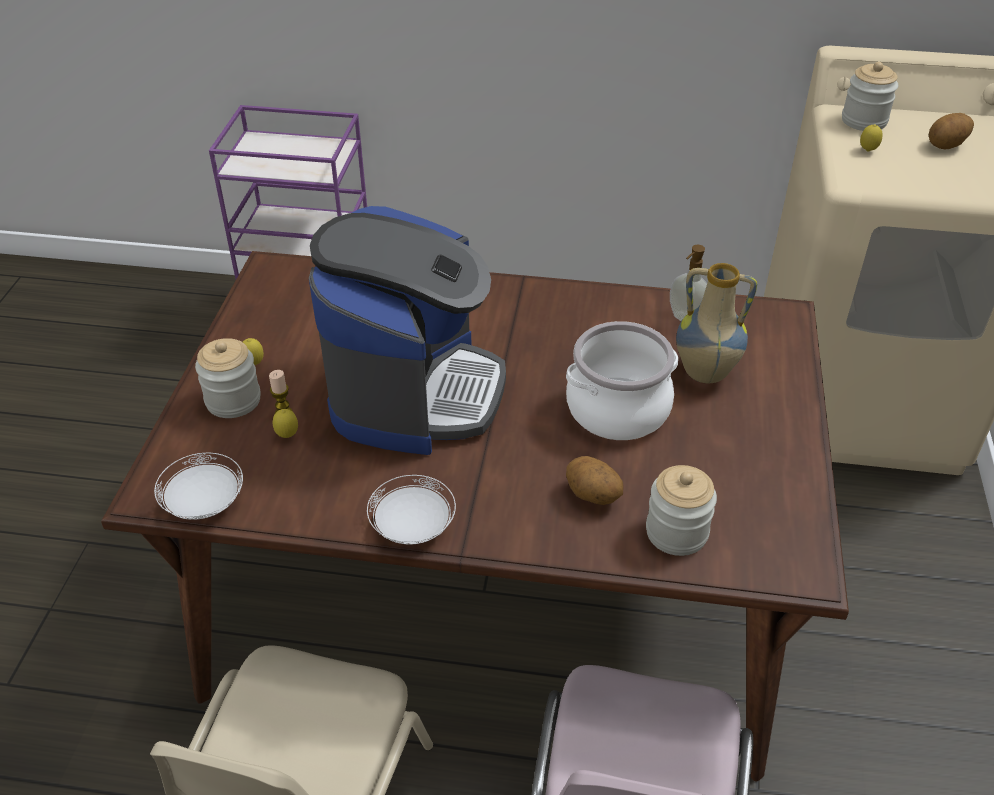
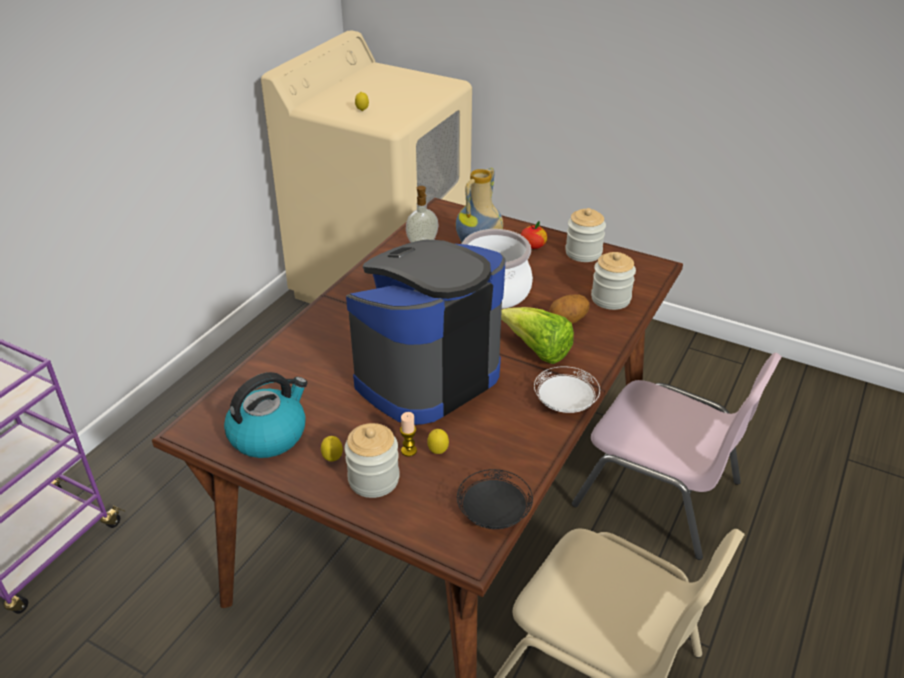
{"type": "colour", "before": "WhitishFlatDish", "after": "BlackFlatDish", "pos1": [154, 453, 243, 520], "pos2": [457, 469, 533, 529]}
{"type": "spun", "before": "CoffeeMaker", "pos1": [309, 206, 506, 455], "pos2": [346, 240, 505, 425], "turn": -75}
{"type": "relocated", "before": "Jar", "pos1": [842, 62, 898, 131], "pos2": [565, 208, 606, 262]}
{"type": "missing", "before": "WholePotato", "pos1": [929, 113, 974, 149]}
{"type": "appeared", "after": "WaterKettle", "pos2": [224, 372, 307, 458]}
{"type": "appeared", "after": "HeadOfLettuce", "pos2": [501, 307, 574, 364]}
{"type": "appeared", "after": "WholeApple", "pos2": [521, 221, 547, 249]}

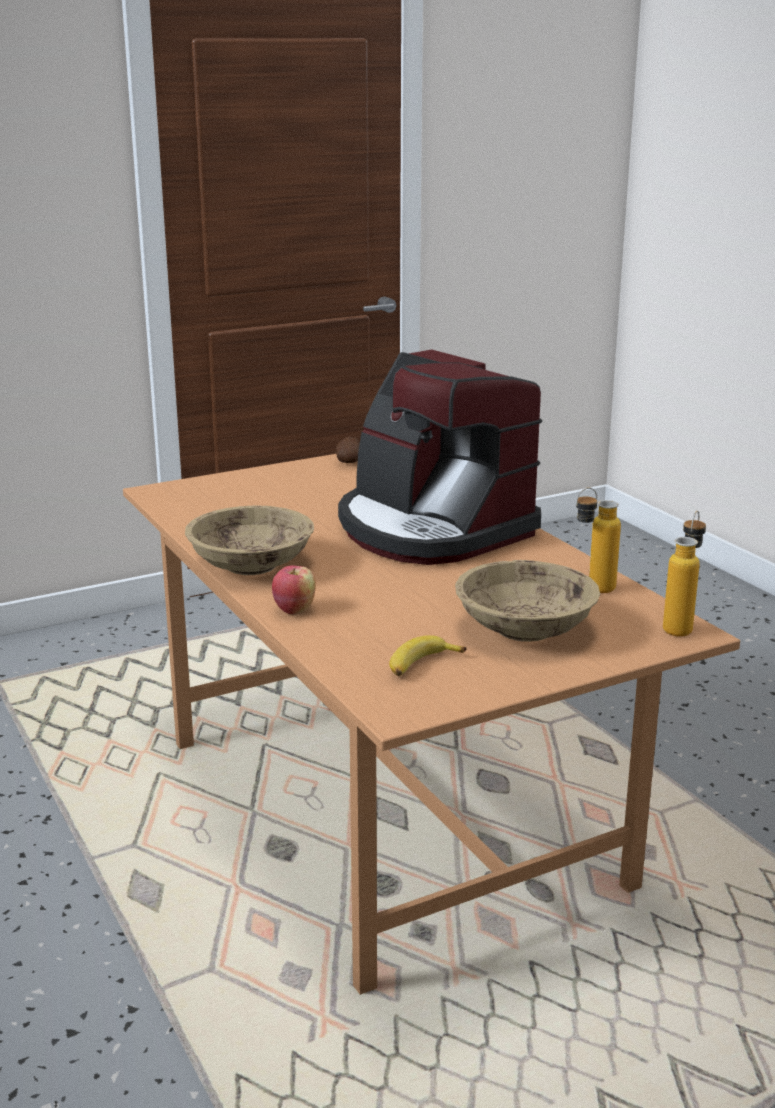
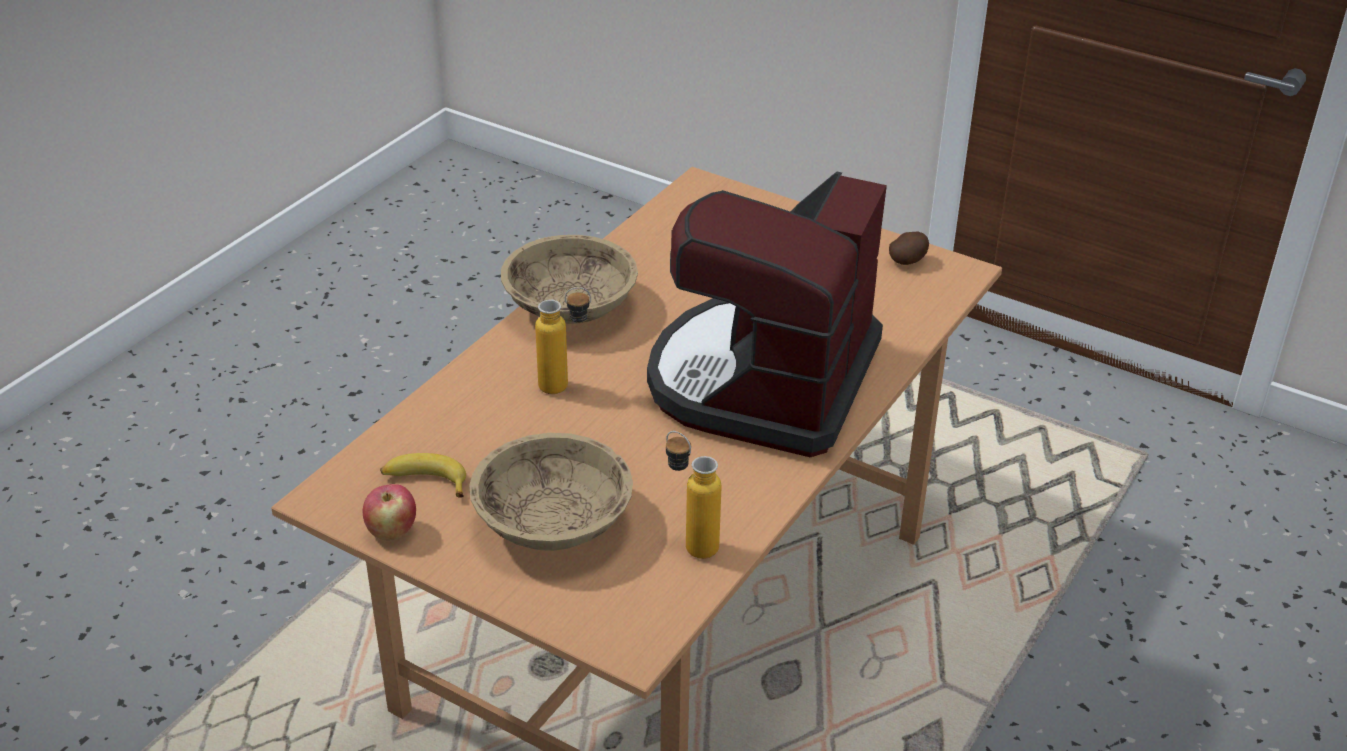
{"type": "relocated", "before": "WholeApple", "pos1": [272, 565, 316, 615], "pos2": [363, 484, 416, 540]}
{"type": "relocated", "before": "DrinkBottle", "pos1": [663, 511, 706, 637], "pos2": [535, 287, 591, 394]}

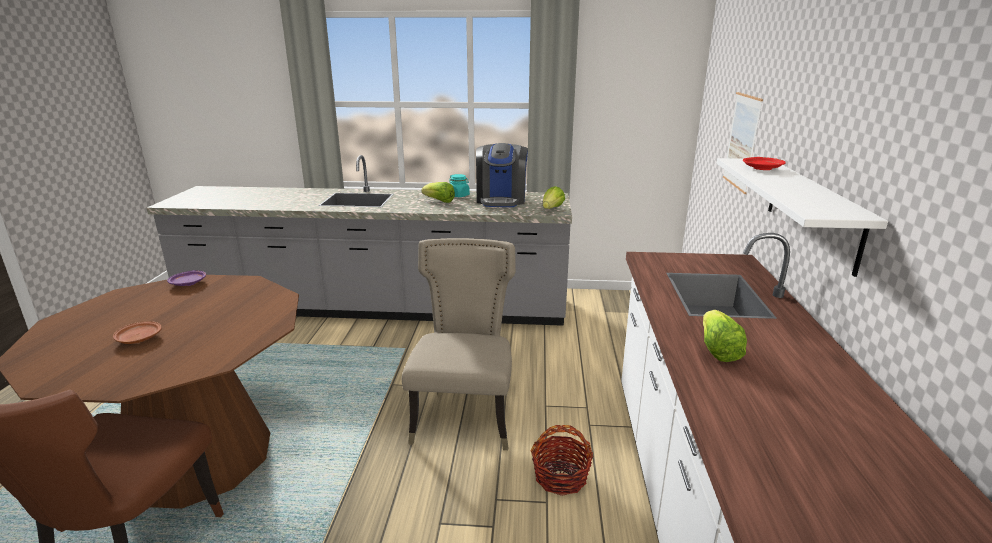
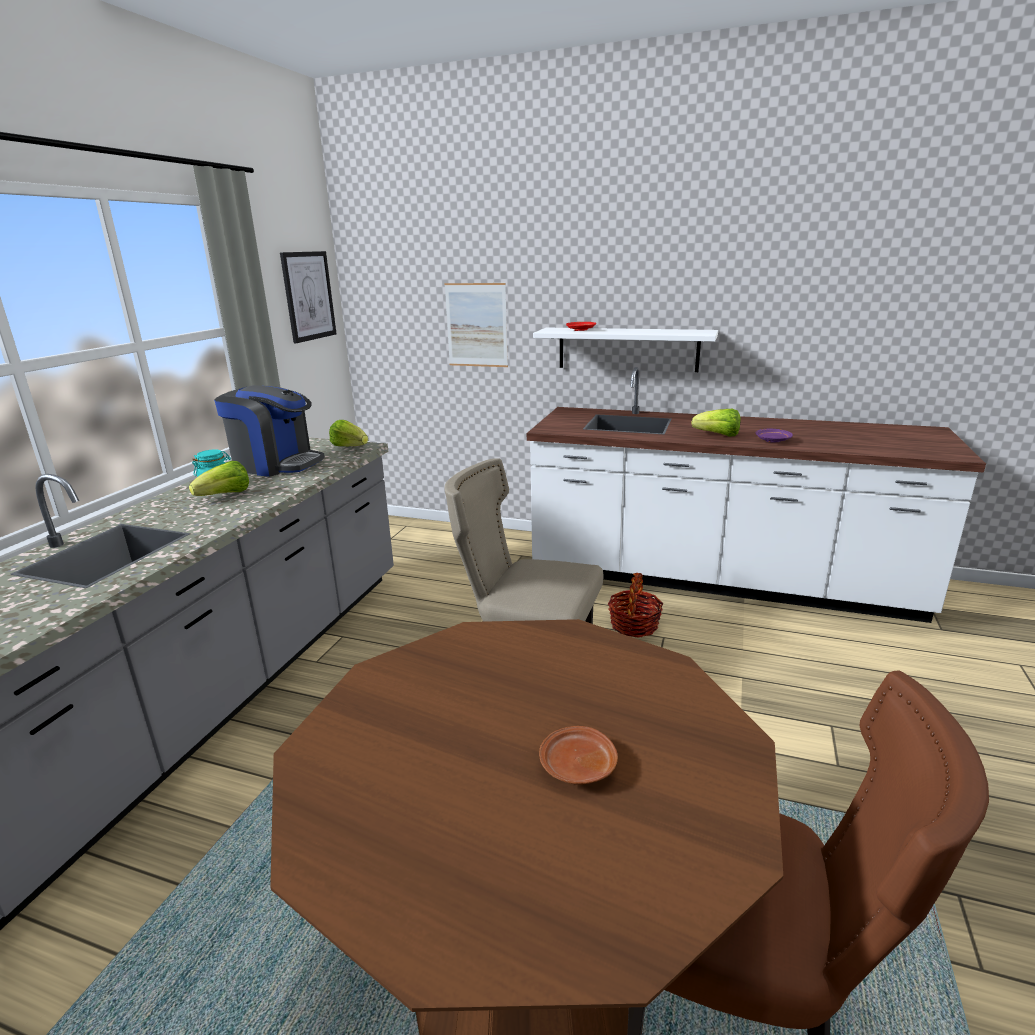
{"type": "relocated", "before": "PurpleFlatDish", "pos1": [167, 270, 206, 286], "pos2": [756, 429, 793, 442]}
{"type": "appeared", "after": "Picture", "pos2": [280, 251, 337, 343]}

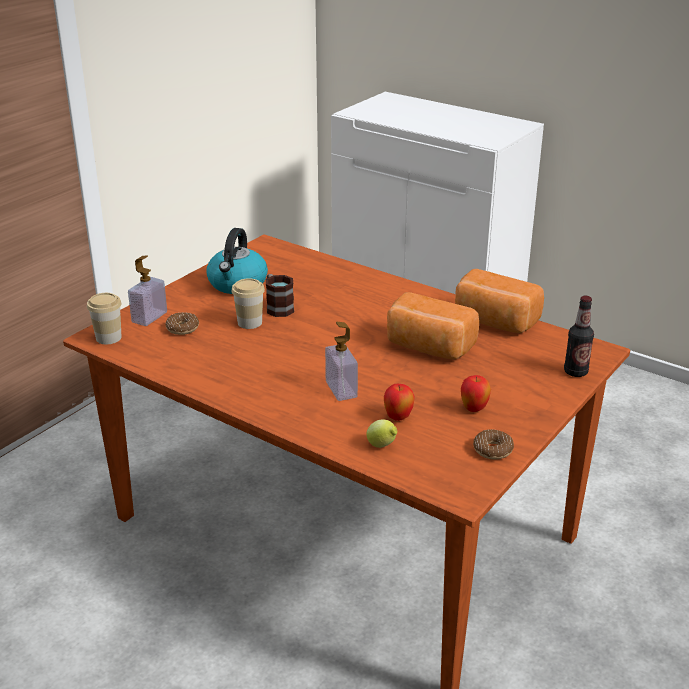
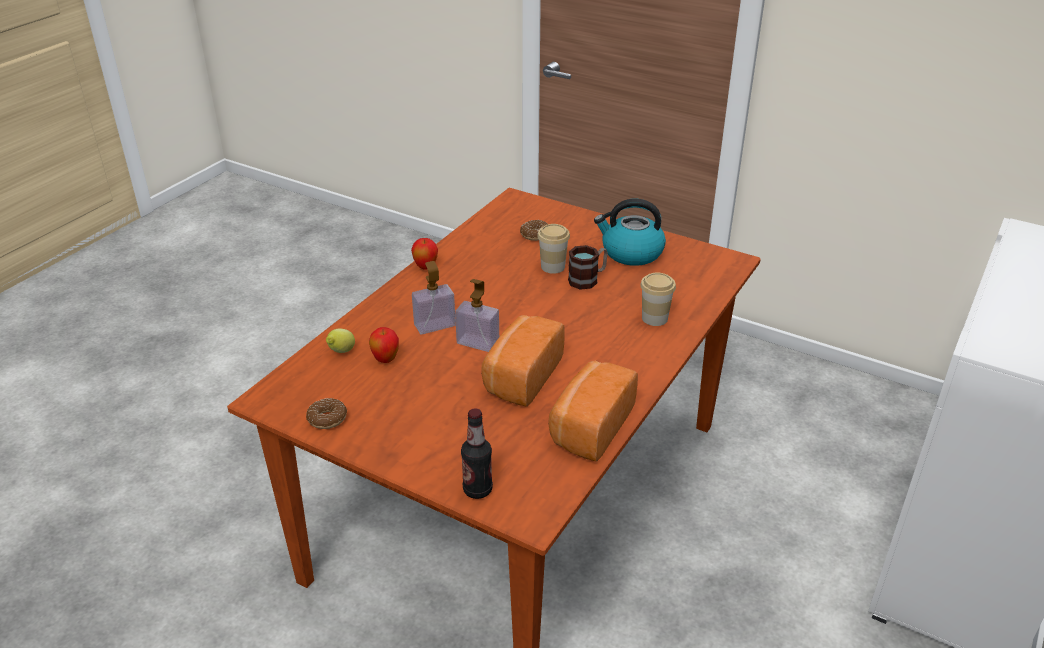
{"type": "relocated", "before": "DrinkingCup", "pos1": [87, 293, 122, 344], "pos2": [640, 273, 676, 326]}
{"type": "relocated", "before": "SoapDispenser", "pos1": [128, 255, 167, 326], "pos2": [455, 279, 499, 352]}
{"type": "relocated", "before": "WholeApple", "pos1": [461, 375, 491, 412], "pos2": [411, 238, 438, 270]}

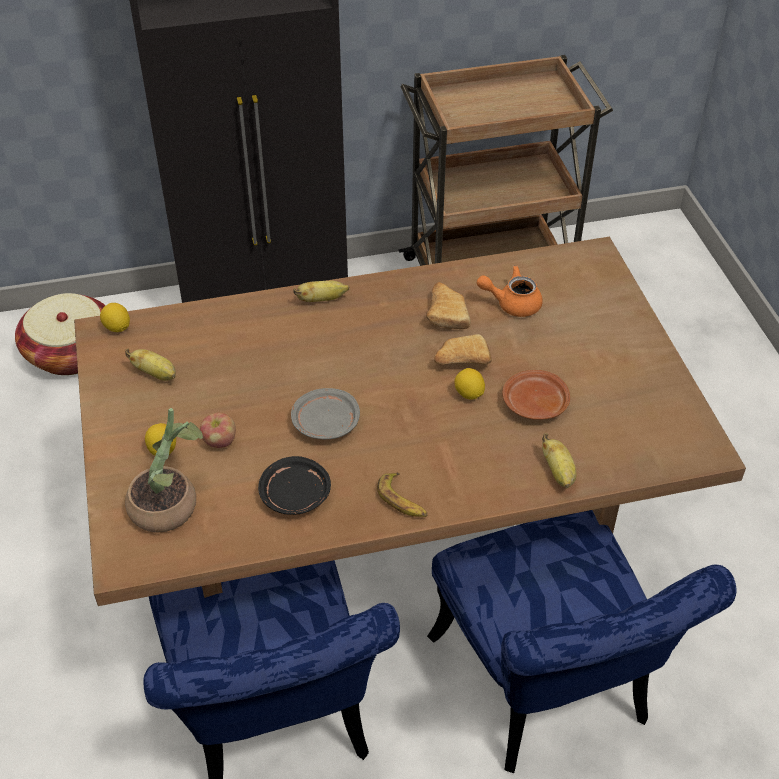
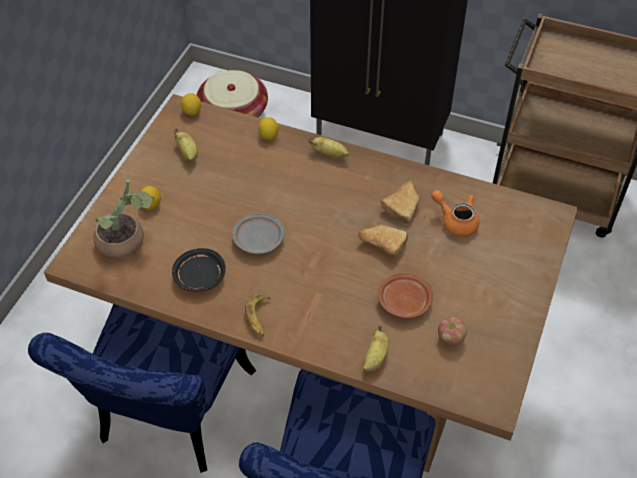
{"type": "relocated", "before": "WholeApple", "pos1": [200, 413, 236, 448], "pos2": [438, 317, 467, 346]}
{"type": "relocated", "before": "WholeLemon", "pos1": [454, 368, 485, 400], "pos2": [258, 117, 279, 140]}

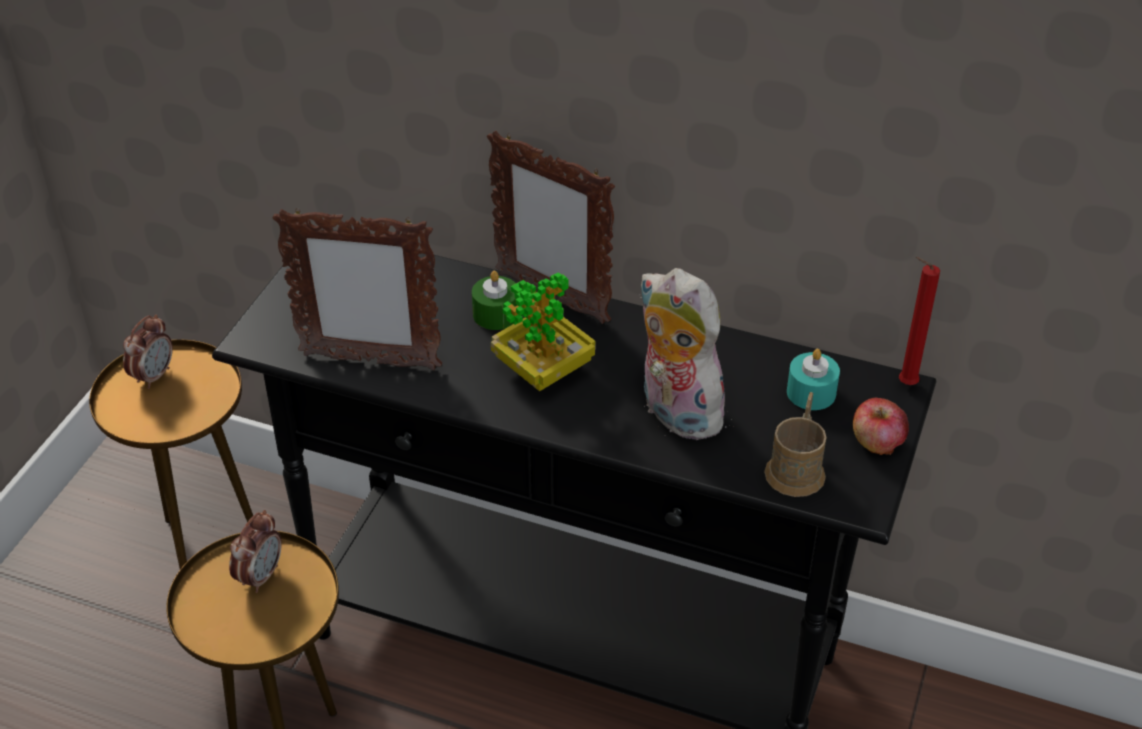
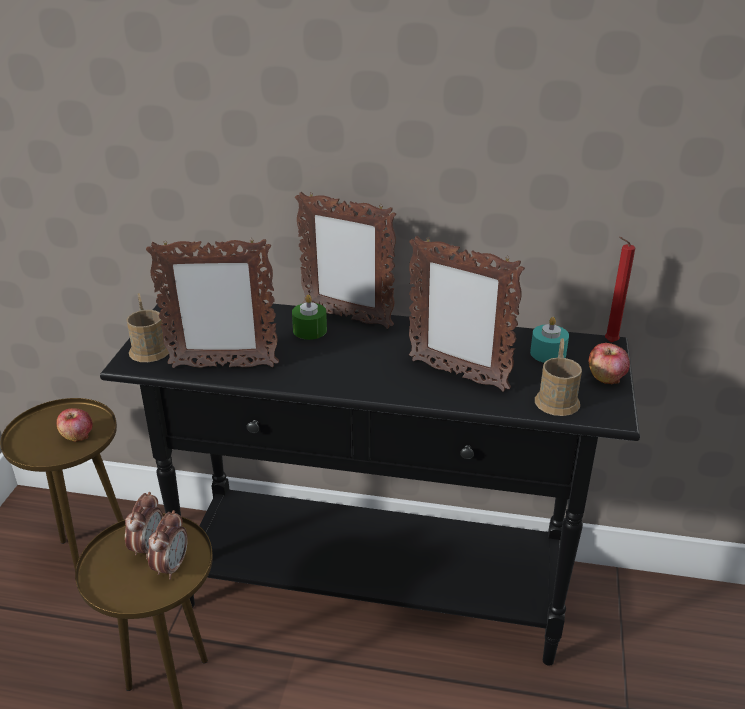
{"type": "relocated", "before": "TableClock", "pos1": [123, 315, 173, 389], "pos2": [148, 510, 187, 580]}
{"type": "missing", "before": "PottedPlant", "pos1": [491, 272, 596, 391]}
{"type": "exchanged", "before": "CuddlyToy", "after": "PictureFrame", "pos1": [639, 268, 734, 440], "pos2": [409, 236, 525, 392]}
{"type": "appeared", "after": "WholeApple", "pos2": [56, 408, 93, 442]}
{"type": "appeared", "after": "BrownColouredMug", "pos2": [127, 293, 169, 362]}

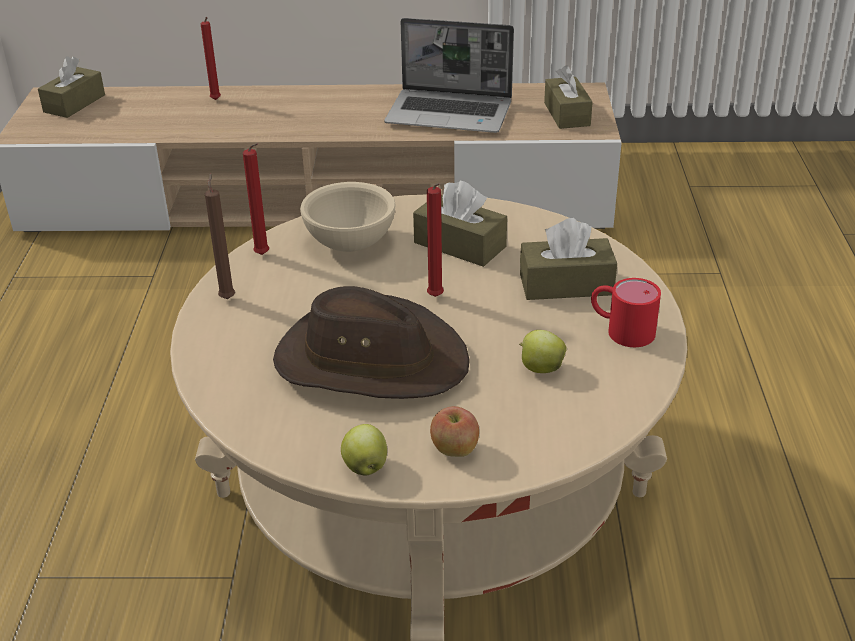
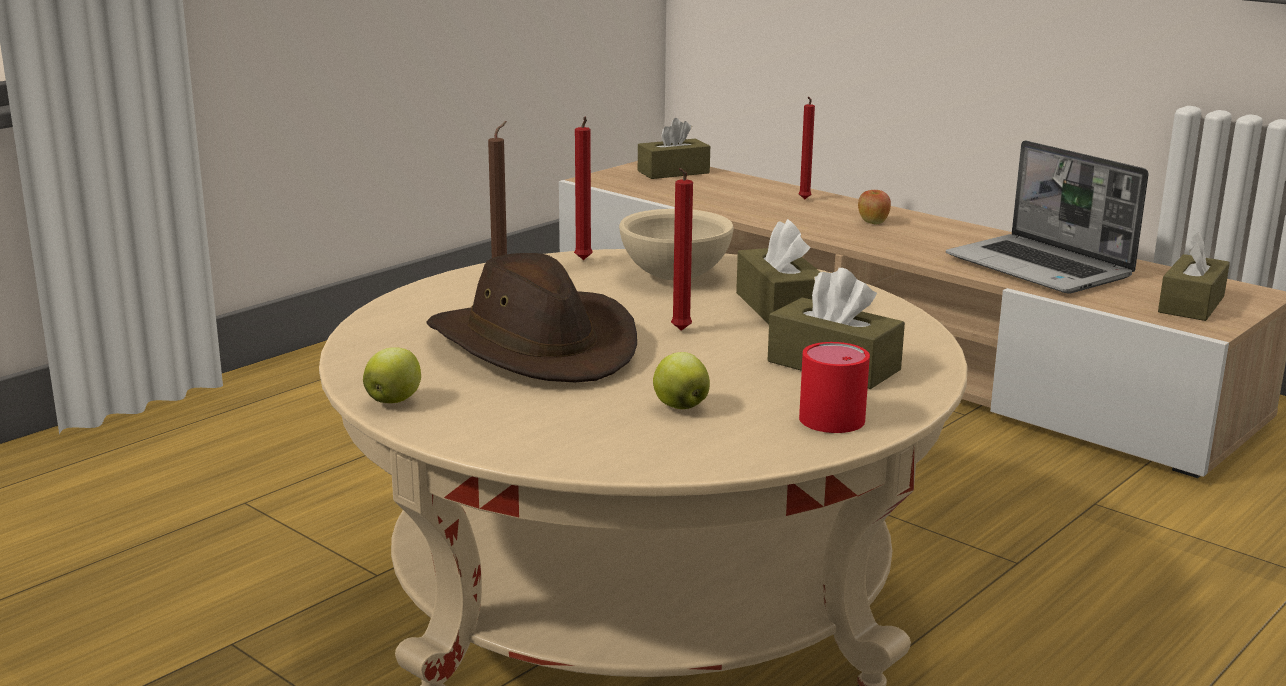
{"type": "relocated", "before": "WholeApple", "pos1": [430, 406, 479, 457], "pos2": [858, 190, 891, 224]}

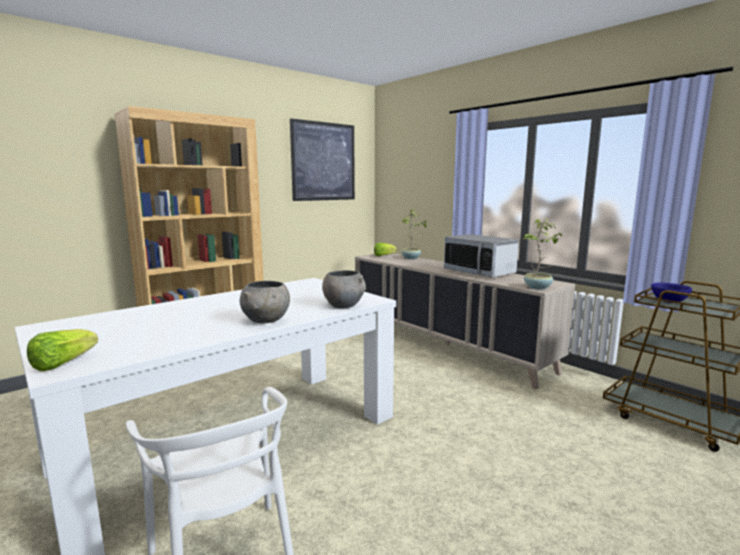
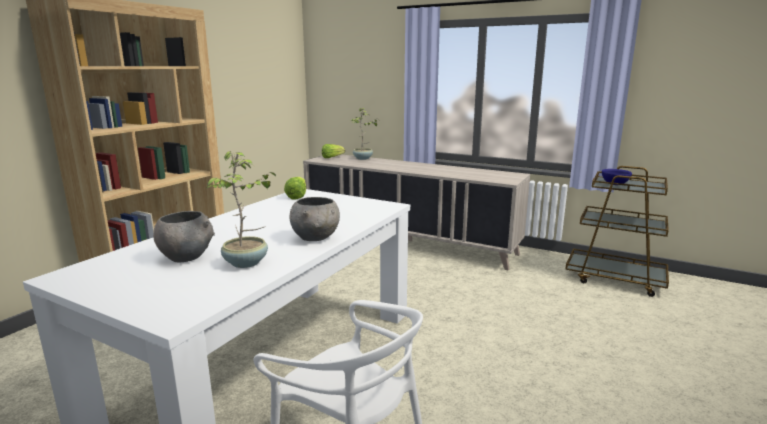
{"type": "relocated", "before": "HeadOfLettuce", "pos1": [27, 329, 98, 371], "pos2": [284, 177, 306, 200]}
{"type": "missing", "before": "Picture", "pos1": [290, 118, 355, 201]}
{"type": "relocated", "before": "GreyishDeepDish", "pos1": [322, 270, 367, 308], "pos2": [153, 211, 215, 263]}
{"type": "missing", "before": "Microwave", "pos1": [444, 234, 519, 278]}
{"type": "relocated", "before": "PottedPlant", "pos1": [523, 219, 562, 289], "pos2": [207, 151, 276, 268]}

